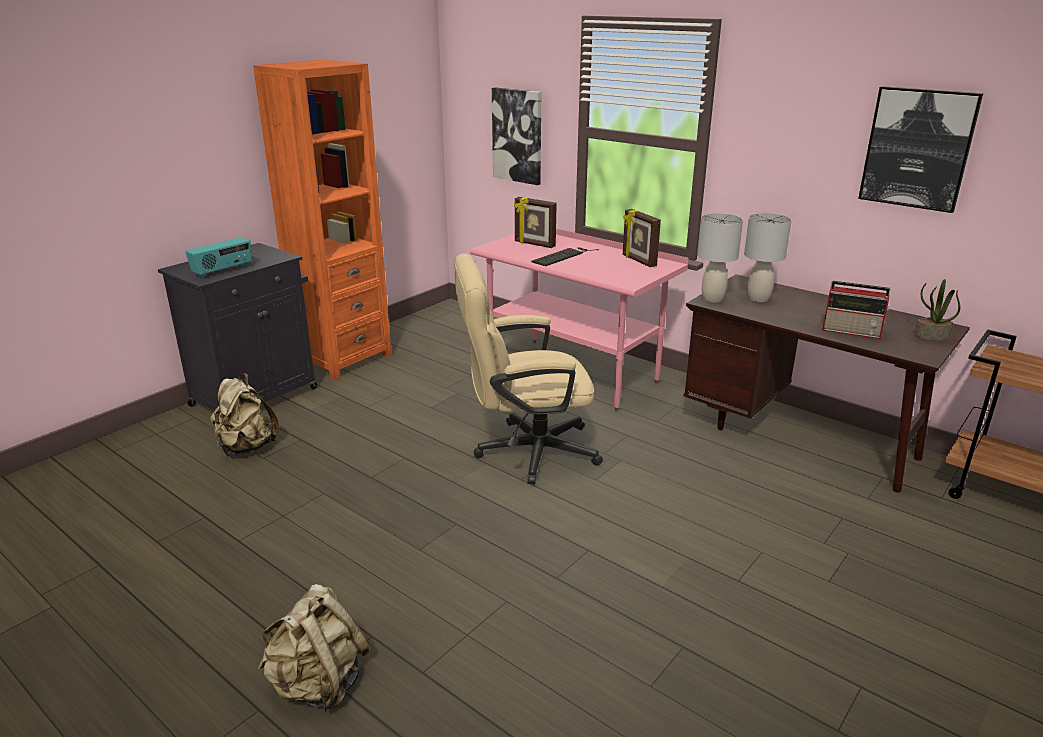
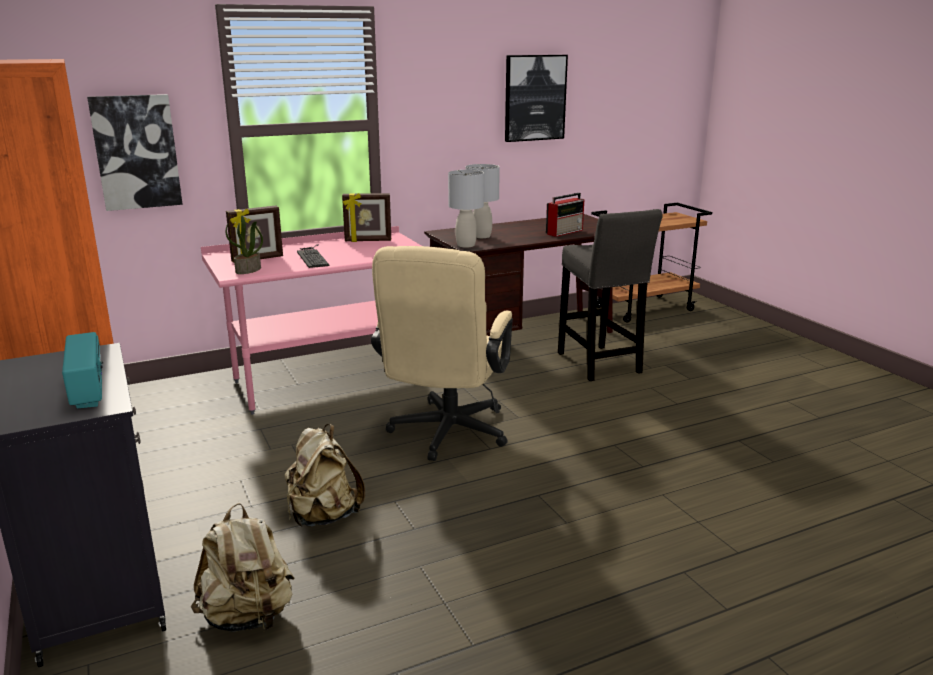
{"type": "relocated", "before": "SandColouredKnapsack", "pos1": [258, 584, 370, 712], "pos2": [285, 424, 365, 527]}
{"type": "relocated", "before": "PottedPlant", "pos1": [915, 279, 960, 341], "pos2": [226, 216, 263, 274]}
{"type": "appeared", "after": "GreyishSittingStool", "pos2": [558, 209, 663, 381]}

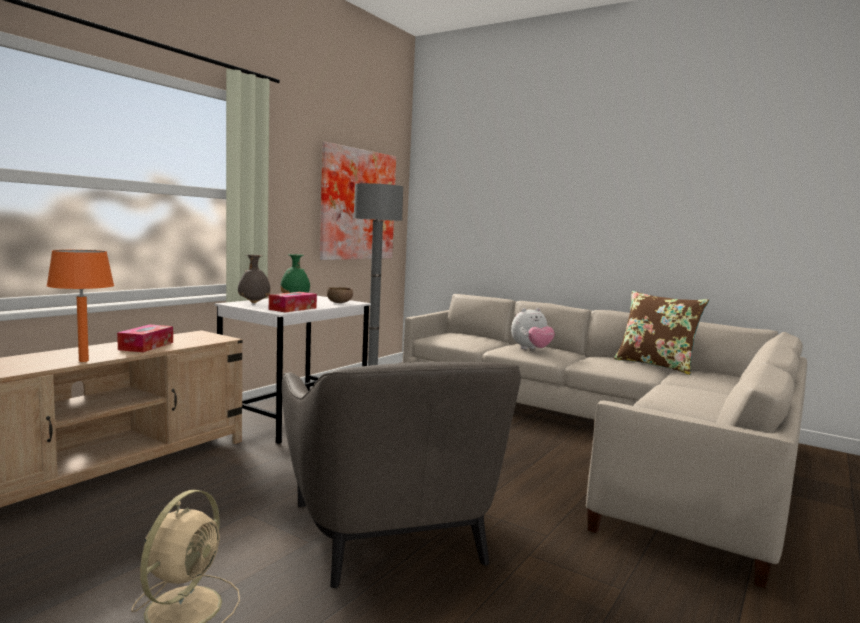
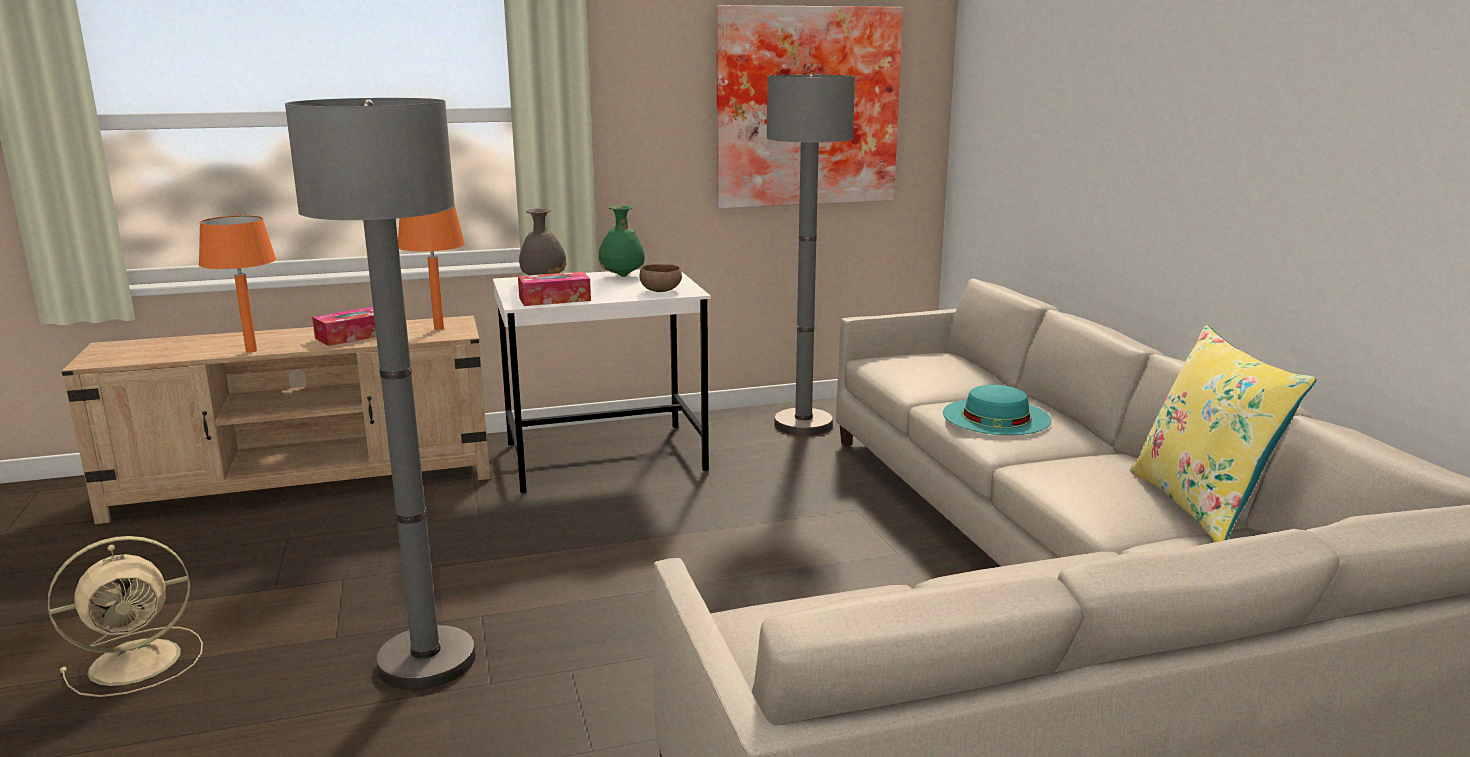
{"type": "exchanged", "before": "GreyishLoungeChair", "after": "GreyishStandardLamp", "pos1": [282, 362, 521, 588], "pos2": [285, 98, 476, 690]}
{"type": "exchanged", "before": "CuddlyToy", "after": "TurquoiseClothingHat", "pos1": [511, 308, 555, 349], "pos2": [943, 385, 1052, 435]}
{"type": "colour", "before": "BrownColouredPillow", "after": "YellowPillow", "pos1": [614, 291, 709, 375], "pos2": [1130, 325, 1316, 542]}
{"type": "appeared", "after": "OrangeyLampForATable", "pos2": [398, 206, 465, 330]}

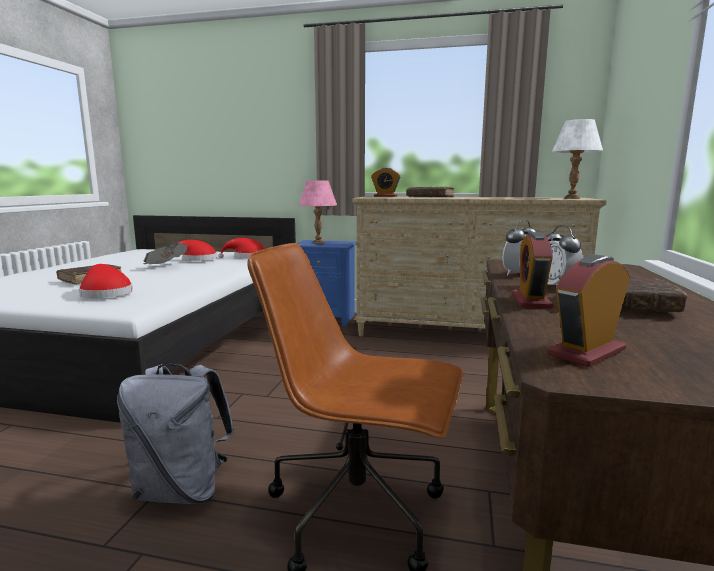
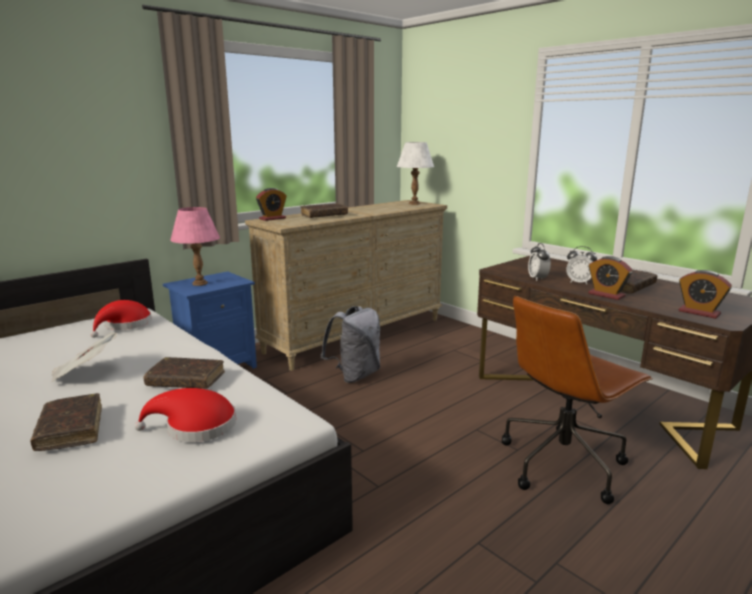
{"type": "relocated", "before": "GreyishKnapsack", "pos1": [117, 364, 235, 504], "pos2": [321, 306, 380, 383]}
{"type": "missing", "before": "RedClothingHat", "pos1": [169, 240, 217, 261]}
{"type": "spun", "before": "TableClock", "pos1": [547, 254, 630, 367], "pos2": [679, 270, 732, 319], "turn": -45}
{"type": "appeared", "after": "BrownColouredVolume", "pos2": [143, 357, 225, 389]}

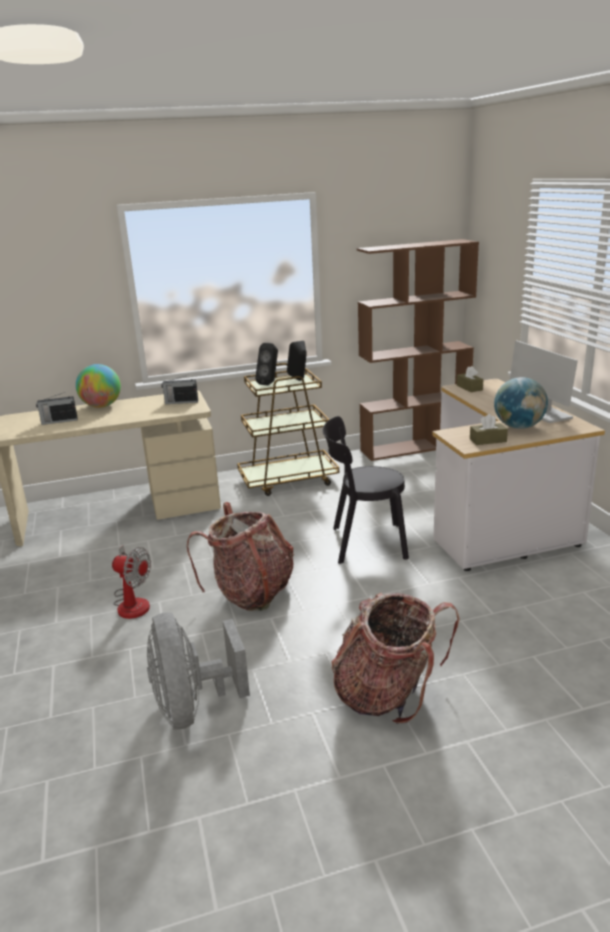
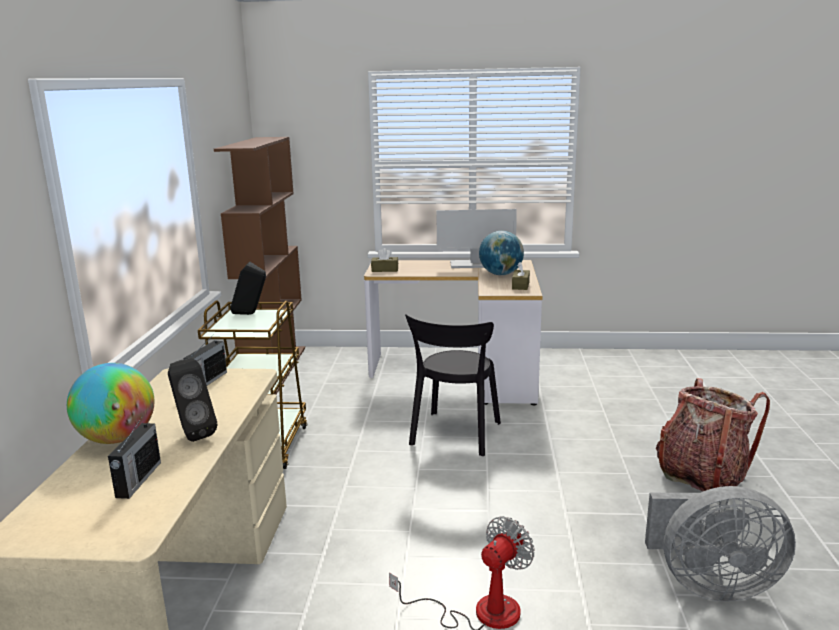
{"type": "missing", "before": "Knapsack", "pos1": [187, 502, 294, 611]}
{"type": "relocated", "before": "BlackLoudspeaker", "pos1": [255, 343, 278, 385], "pos2": [168, 358, 217, 442]}

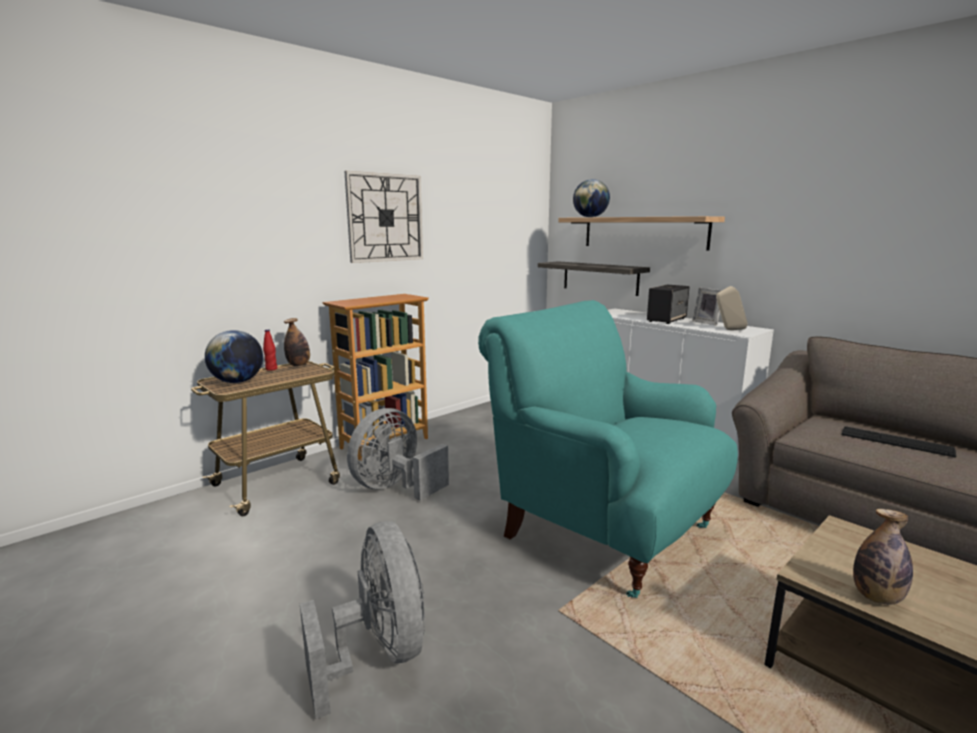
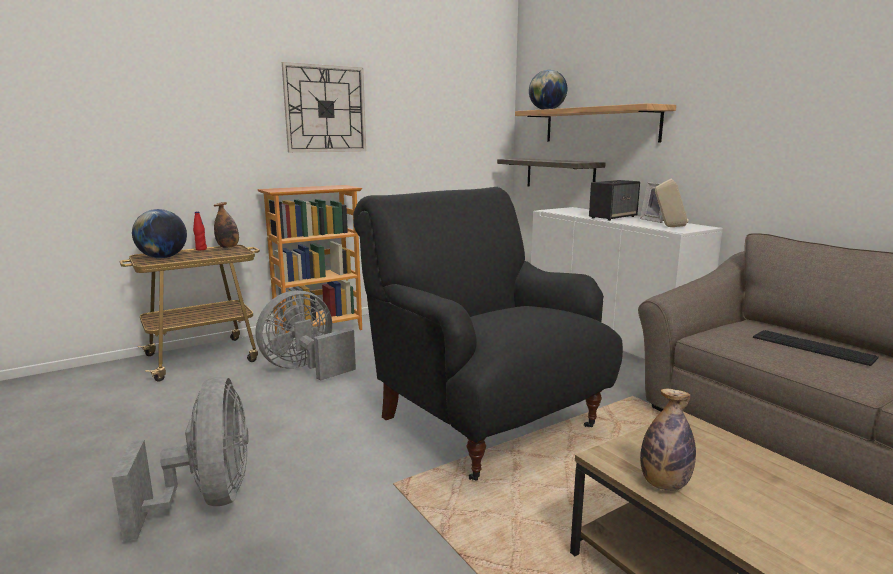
{"type": "colour", "before": "TurquoiseLoungeChair", "after": "BlackLoungeChair", "pos1": [478, 300, 738, 598], "pos2": [353, 187, 623, 481]}

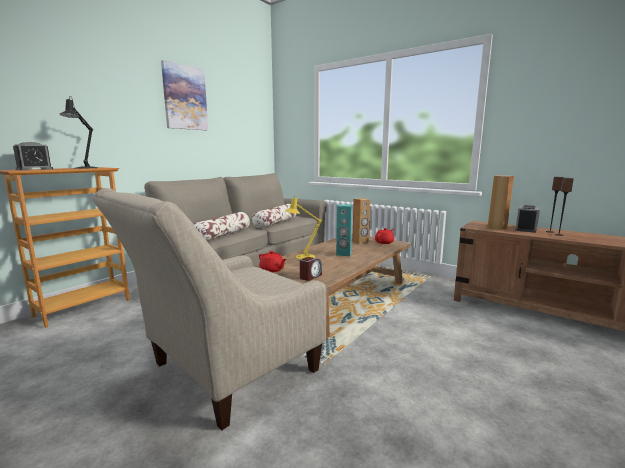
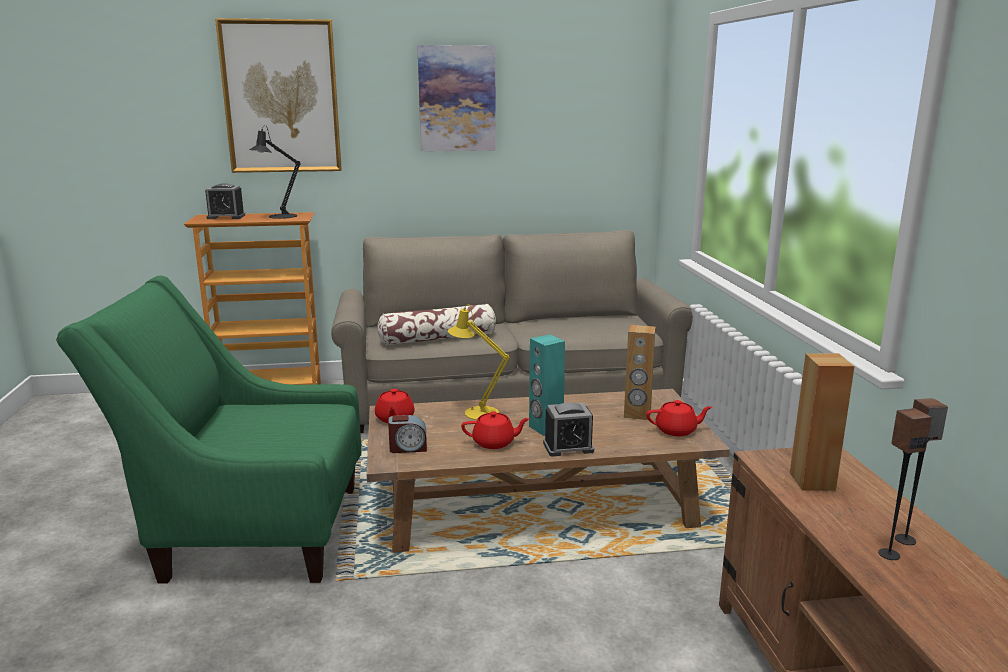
{"type": "colour", "before": "SandColouredLoungeChair", "after": "GreenishLoungeChair", "pos1": [93, 188, 326, 430], "pos2": [56, 275, 361, 583]}
{"type": "missing", "before": "Pillow", "pos1": [252, 204, 296, 228]}
{"type": "relocated", "before": "TableClock", "pos1": [515, 205, 540, 233], "pos2": [543, 402, 594, 456]}
{"type": "appeared", "after": "Picture", "pos2": [215, 18, 342, 173]}
{"type": "appeared", "after": "RedTeaPot", "pos2": [461, 411, 530, 449]}

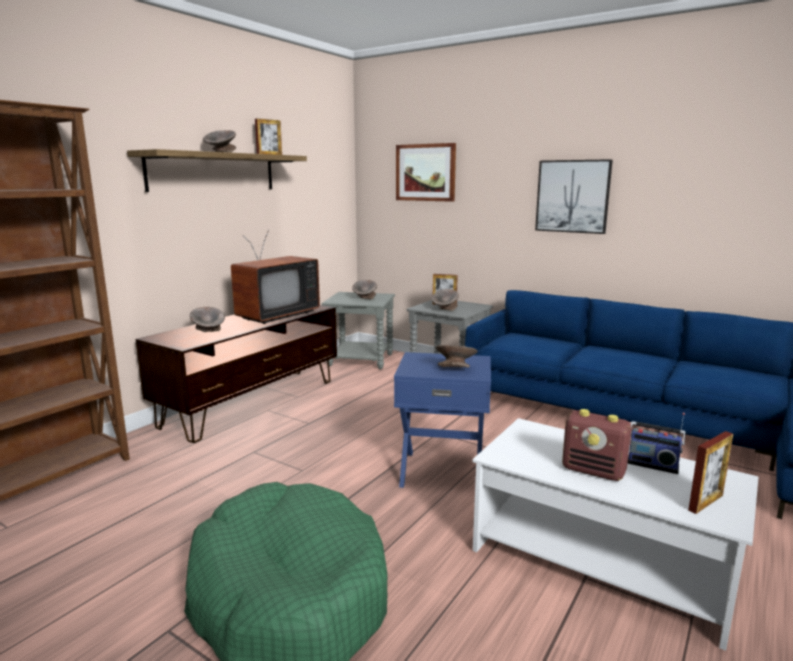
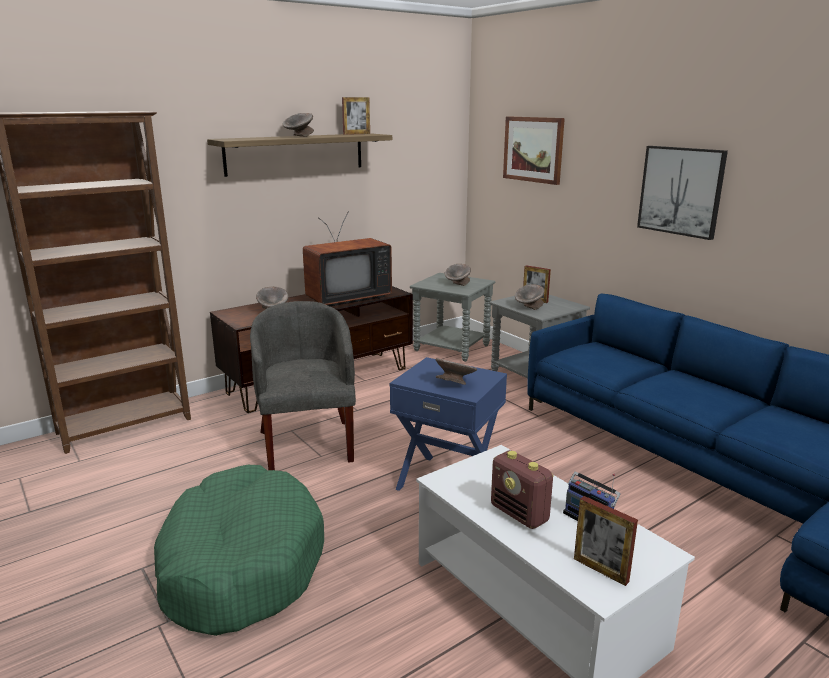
{"type": "spun", "before": "PictureFrame", "pos1": [688, 431, 733, 514], "pos2": [574, 496, 638, 586], "turn": 60}
{"type": "appeared", "after": "GreyishLoungeChair", "pos2": [250, 301, 356, 470]}

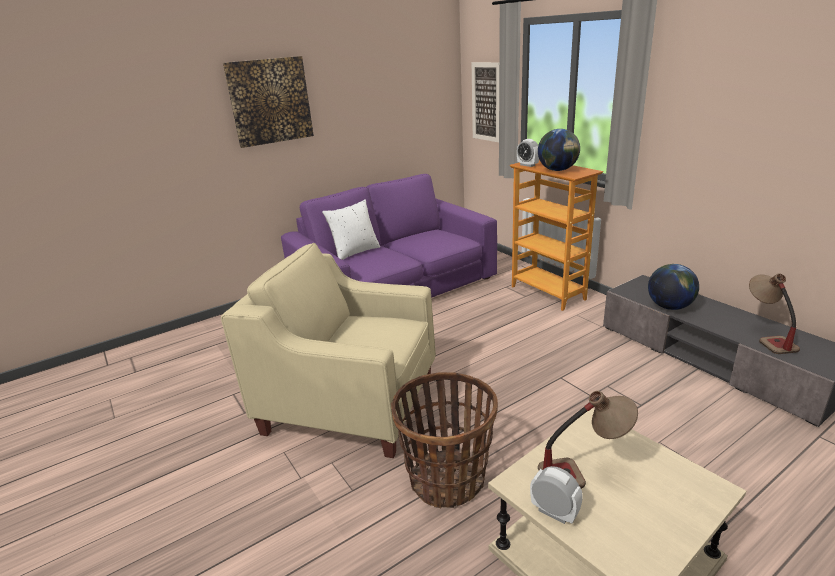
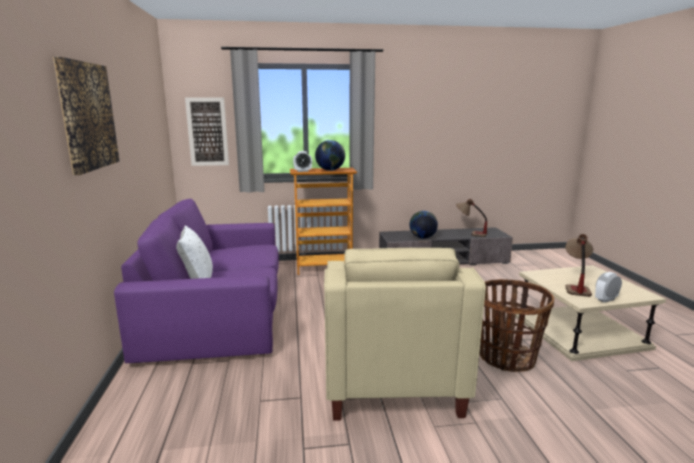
{"type": "spun", "before": "SandColouredLoungeChair", "pos1": [221, 243, 436, 458], "pos2": [324, 248, 486, 421], "turn": -45}

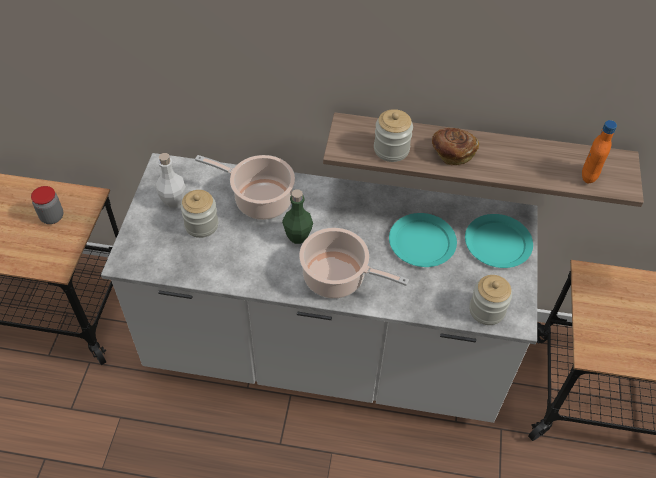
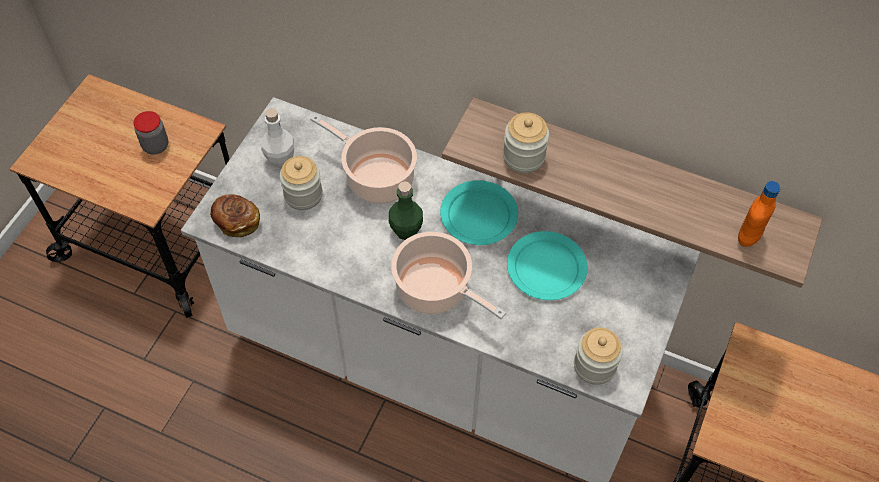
{"type": "relocated", "before": "BakedBread", "pos1": [432, 128, 479, 165], "pos2": [210, 195, 260, 237]}
{"type": "relocated", "before": "TurquoiseFlatDish", "pos1": [465, 214, 533, 268], "pos2": [440, 180, 518, 245]}

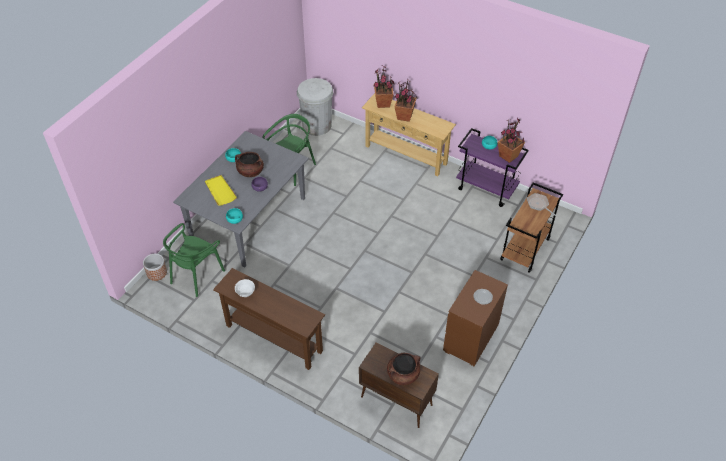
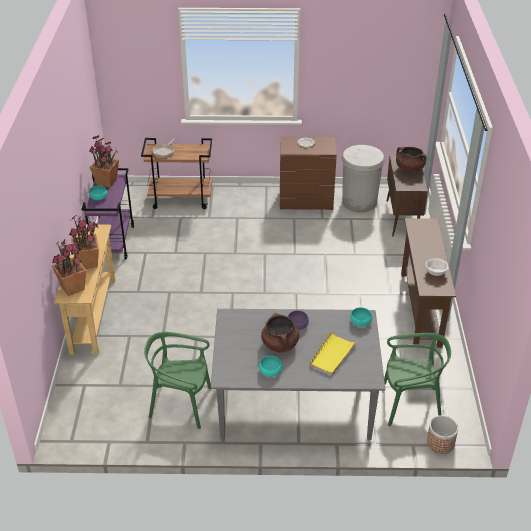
{"type": "relocated", "before": "WhitishTrashCan", "pos1": [297, 78, 334, 136], "pos2": [341, 145, 385, 213]}

